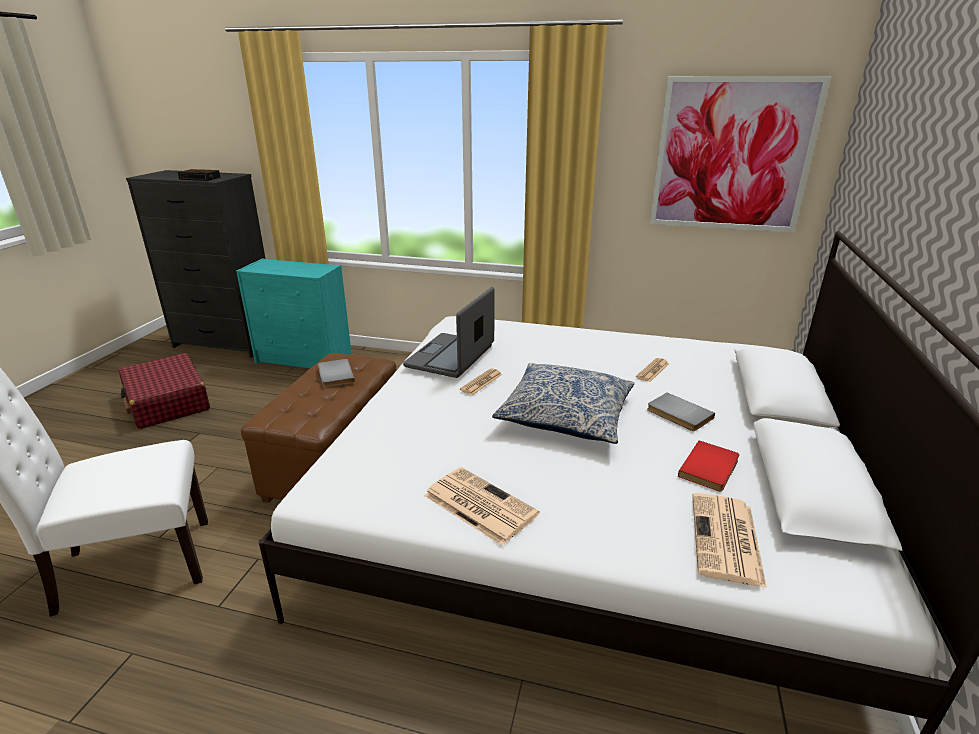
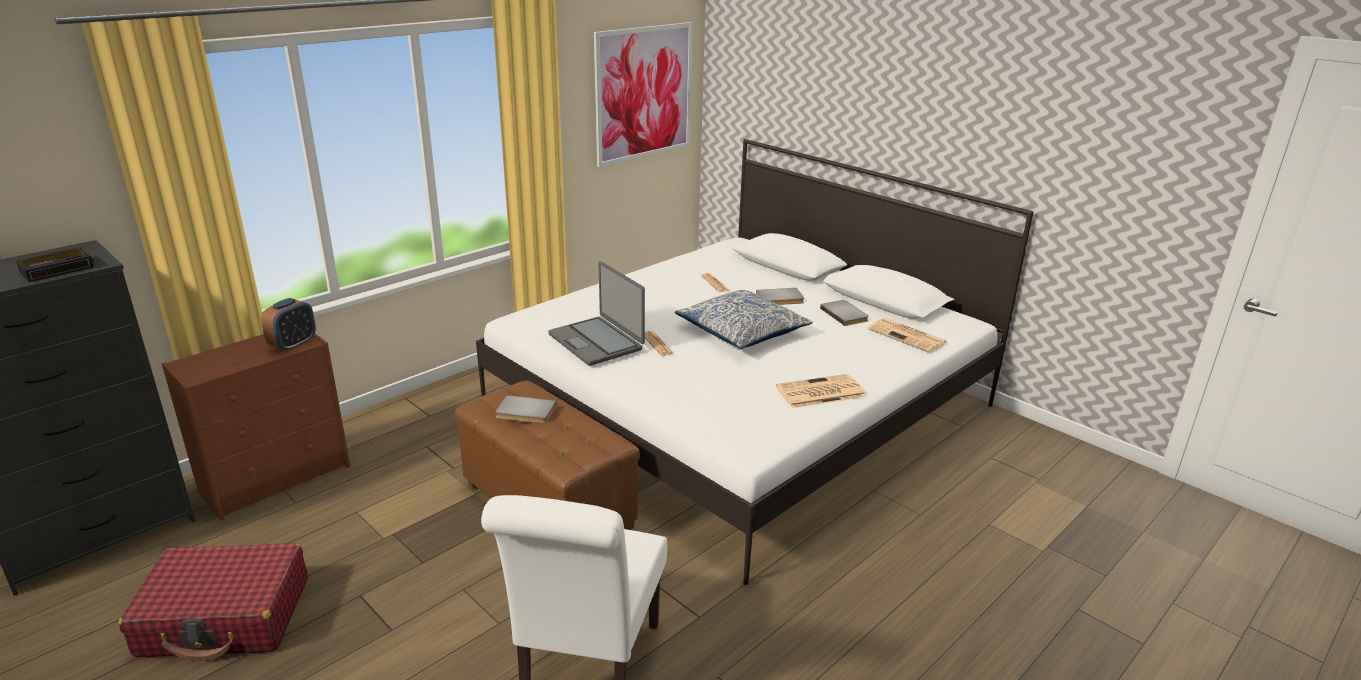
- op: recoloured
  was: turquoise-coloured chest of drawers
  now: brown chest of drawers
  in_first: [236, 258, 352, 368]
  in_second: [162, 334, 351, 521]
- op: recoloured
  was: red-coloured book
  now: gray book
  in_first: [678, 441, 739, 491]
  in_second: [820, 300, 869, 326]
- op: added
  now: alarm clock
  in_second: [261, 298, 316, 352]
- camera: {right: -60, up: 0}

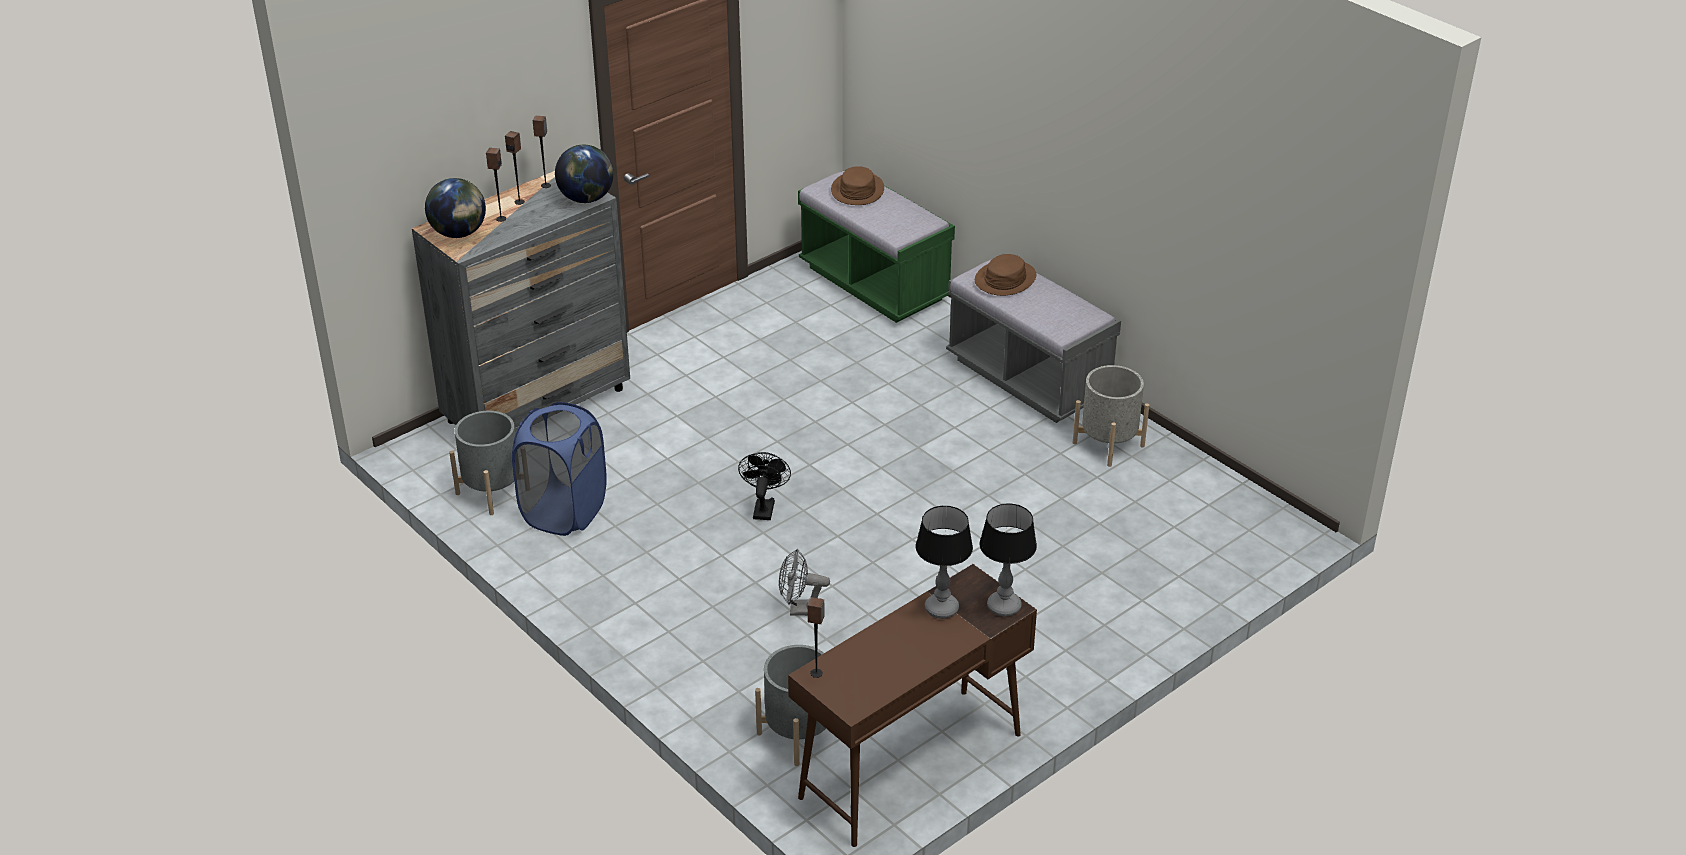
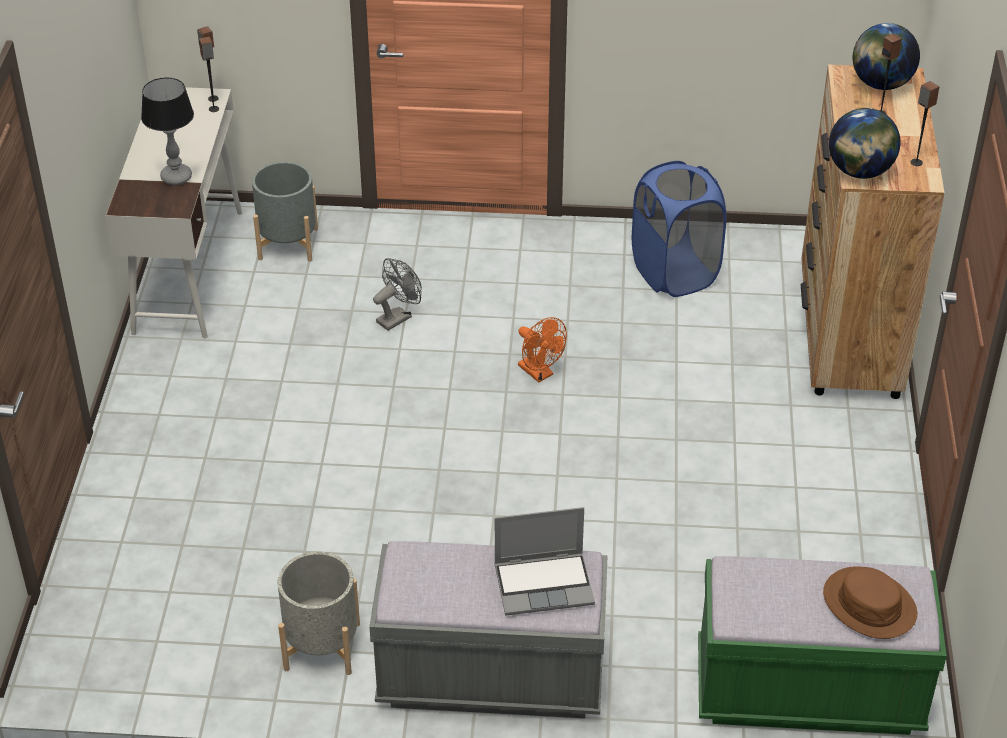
- op: recoloured
  was: gray chest of drawers
  now: brown chest of drawers
  in_first: [412, 171, 630, 434]
  in_second: [801, 64, 945, 399]
- op: removed
  was: gray flower pot
  in_first: [449, 411, 515, 515]
- op: moved
  was: loudspeaker
  in_first: [505, 131, 525, 205]
  in_second: [199, 37, 219, 112]
- op: recoloured
  was: black-coloured electric fan
  now: orange electric fan
  in_first: [738, 452, 791, 520]
  in_second: [518, 317, 567, 383]
- op: recoloured
  was: brown desk table
  now: white desk table
  in_first: [788, 564, 1037, 847]
  in_second: [106, 87, 242, 338]
- op: replaced
  was: brown clothing hat
  now: laptop
  in_first: [975, 254, 1036, 296]
  in_second: [495, 507, 595, 615]
- op: removed
  was: tabletop lamp
  in_first: [979, 503, 1037, 616]
- camera: {right: 135, up: 5}

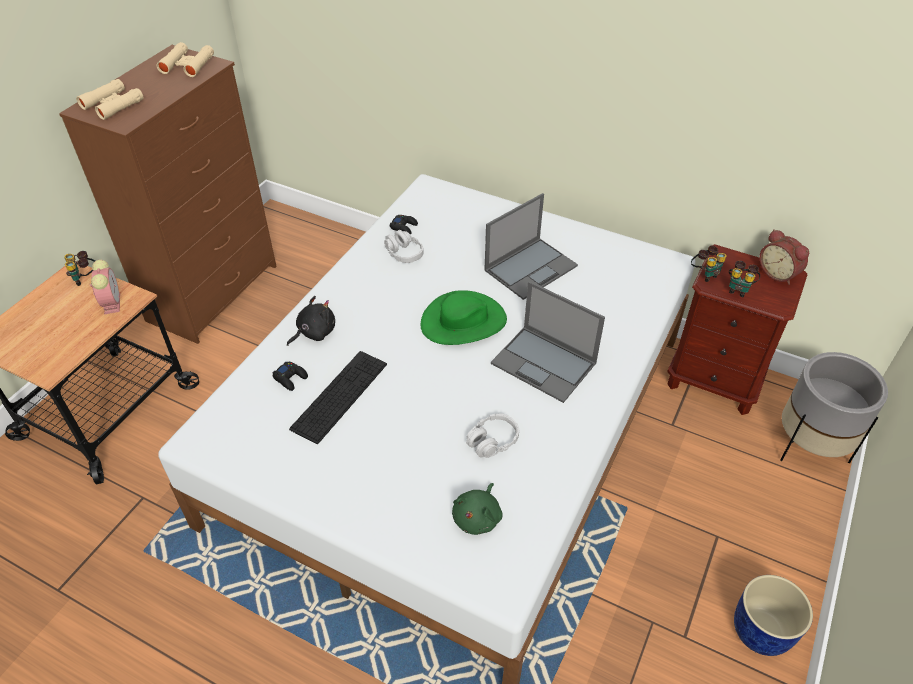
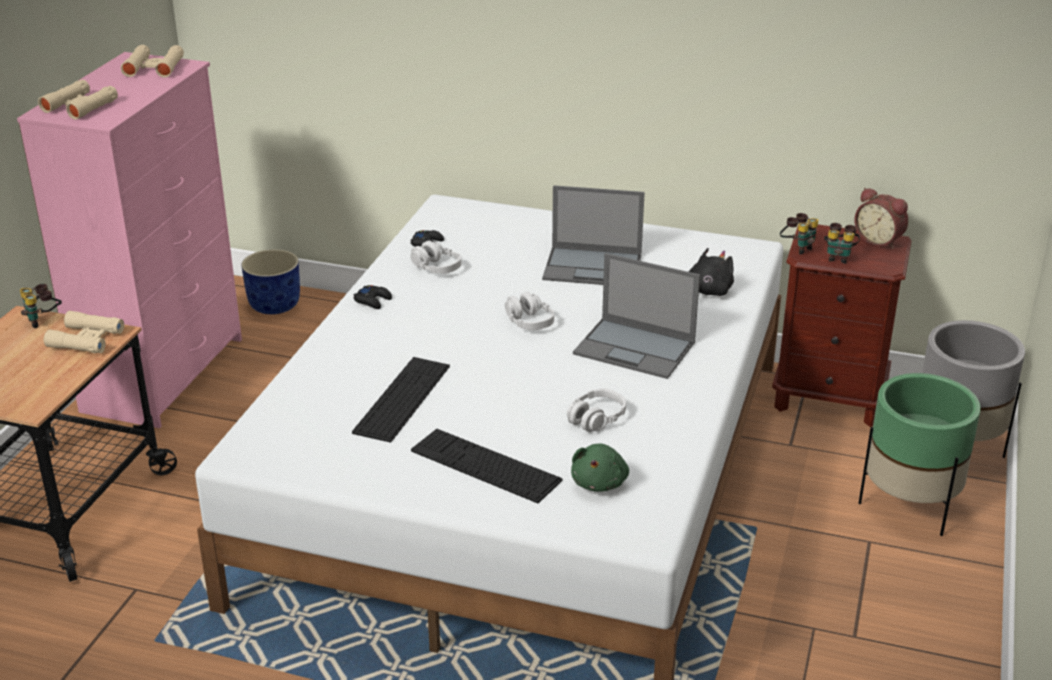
- op: recoloured
  was: brown chest of drawers
  now: pinkish chest of drawers
  in_first: [59, 45, 277, 344]
  in_second: [17, 52, 242, 428]
- op: replaced
  was: alarm clock
  now: beige pair of binoculars
  in_first: [90, 260, 120, 314]
  in_second: [44, 311, 124, 353]
- op: moved
  was: black-coloured game controller
  in_first: [272, 362, 308, 391]
  in_second: [353, 285, 392, 309]
- op: moved
  was: black-coloured cuddly toy
  in_first: [287, 296, 335, 346]
  in_second: [689, 248, 734, 296]
- op: replaced
  was: green clothing hat
  now: gray pair of headphones
  in_first: [421, 290, 507, 345]
  in_second: [505, 292, 554, 330]
- op: turned
  was: laptop
  in_first: [484, 193, 578, 300]
  in_second: [542, 185, 645, 285]
  clockwise: 60
- op: moved
  was: bluish flower pot
  in_first: [734, 575, 813, 656]
  in_second: [241, 249, 300, 314]
- op: added
  now: keyboard
  in_second: [411, 429, 563, 503]
- op: added
  now: green flower pot
  in_second: [859, 373, 981, 536]
- camera: {right: -10, up: -15}

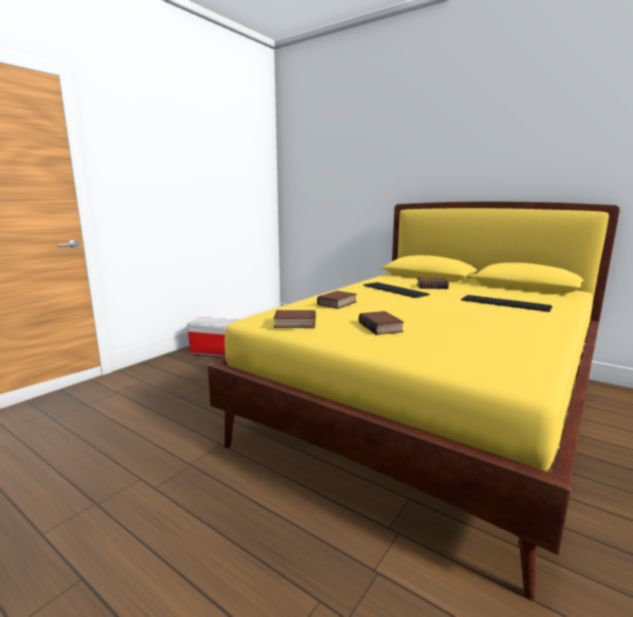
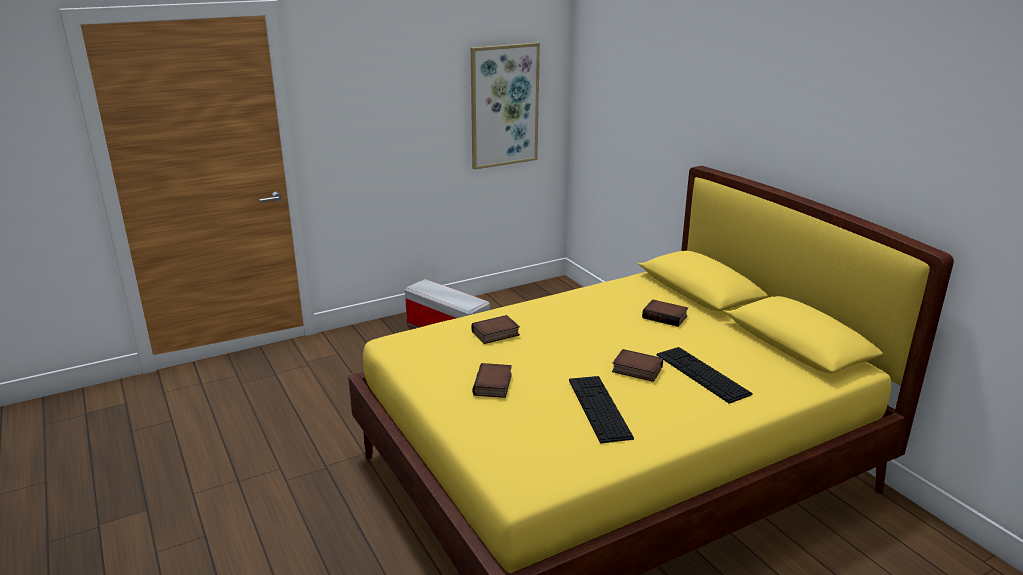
- op: moved
  was: book
  in_first: [273, 310, 316, 328]
  in_second: [612, 349, 663, 382]
- op: moved
  was: keyboard
  in_first: [363, 282, 430, 298]
  in_second: [569, 376, 634, 443]
- op: added
  now: wall art
  in_second: [471, 43, 540, 170]
- camera: {right: 25, up: 10}

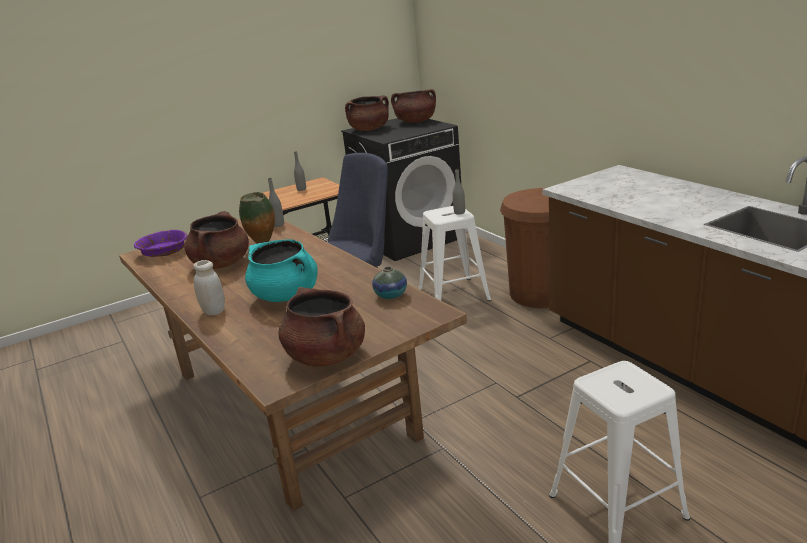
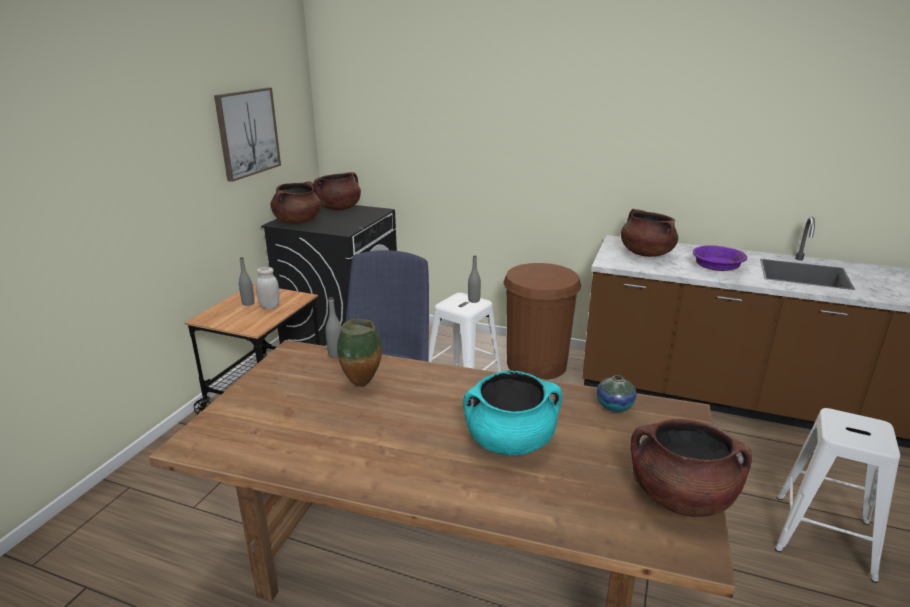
- op: moved
  was: purple-coloured bowl
  in_first: [134, 230, 188, 257]
  in_second: [693, 245, 747, 271]
- op: moved
  was: brown saucepot
  in_first: [184, 211, 249, 269]
  in_second: [621, 209, 678, 257]
- op: moved
  was: white storage jar
  in_first: [193, 260, 225, 316]
  in_second: [256, 267, 280, 309]
- op: added
  now: wall art
  in_second: [214, 88, 281, 182]
- camera: {right: -40, up: 0}

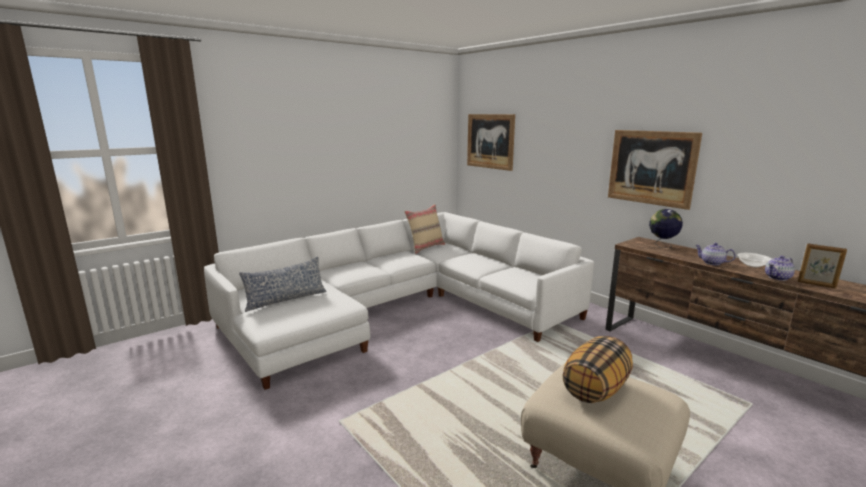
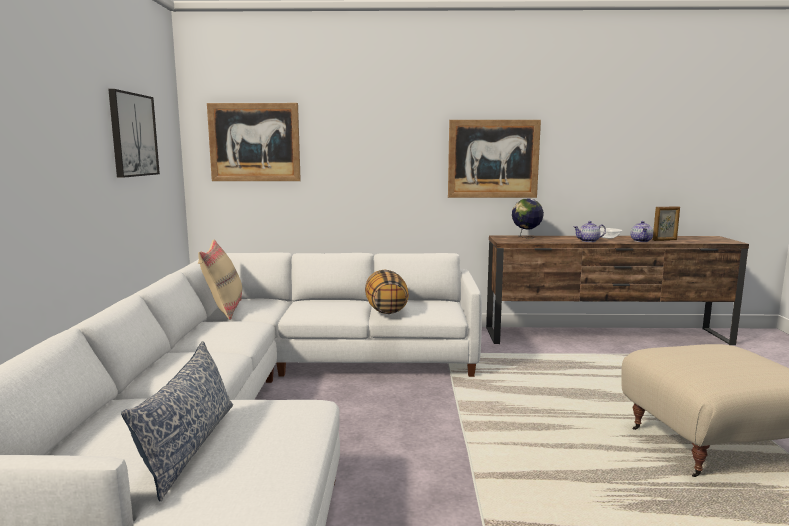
- op: moved
  was: throw pillow
  in_first: [563, 336, 633, 403]
  in_second: [365, 270, 409, 314]
- op: added
  now: wall art
  in_second: [108, 89, 160, 178]
- camera: {right: -50, up: -5}

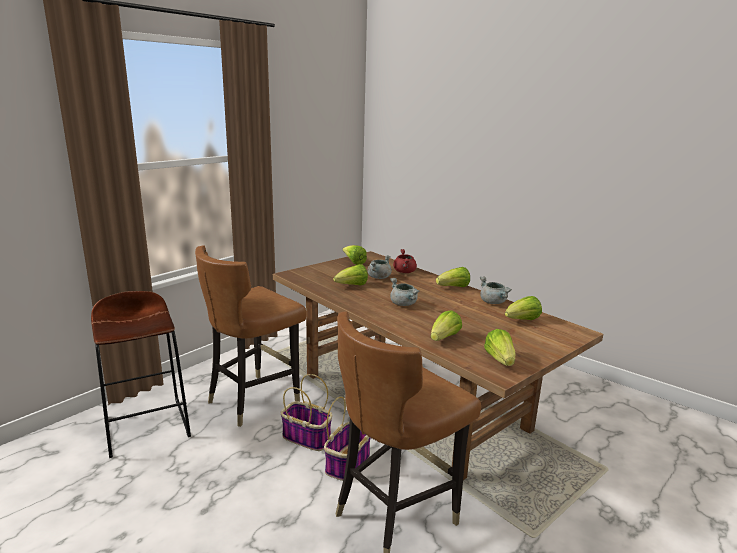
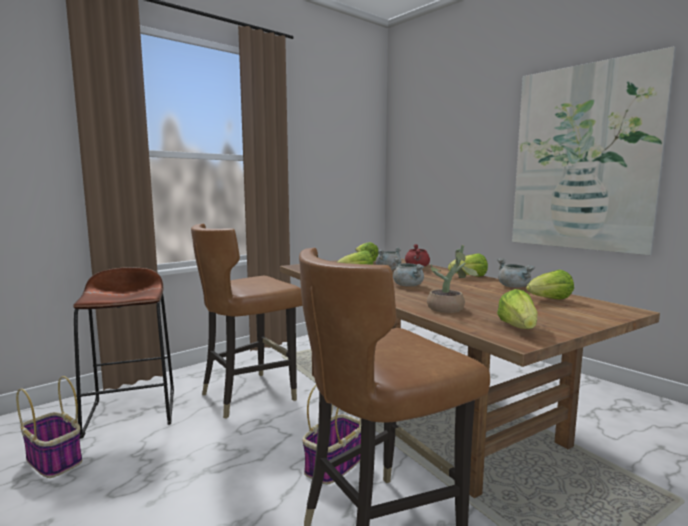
- op: moved
  was: storage basket
  in_first: [281, 374, 332, 451]
  in_second: [16, 376, 82, 478]
- op: replaced
  was: head of lettuce
  now: plant in a pot
  in_first: [431, 310, 462, 341]
  in_second: [427, 245, 478, 313]
- op: added
  now: wall art
  in_second: [512, 46, 676, 255]
- camera: {right: 10, up: -10}

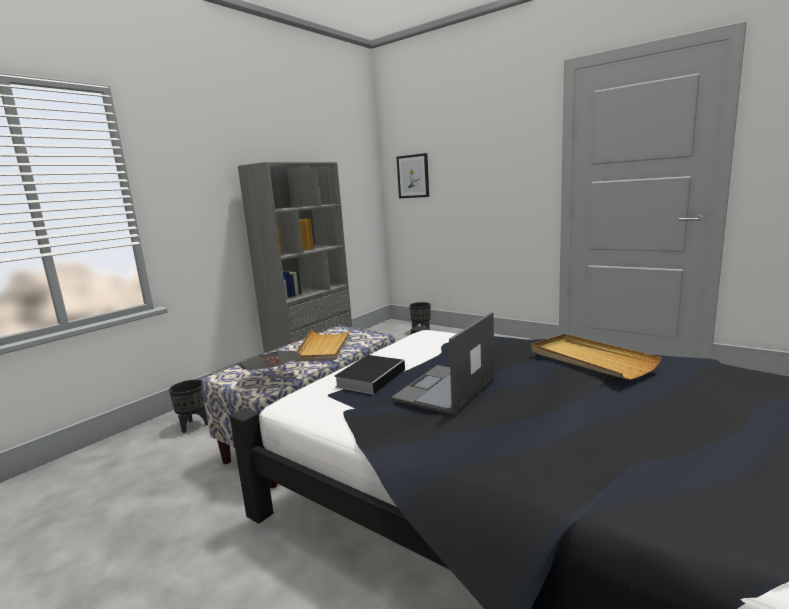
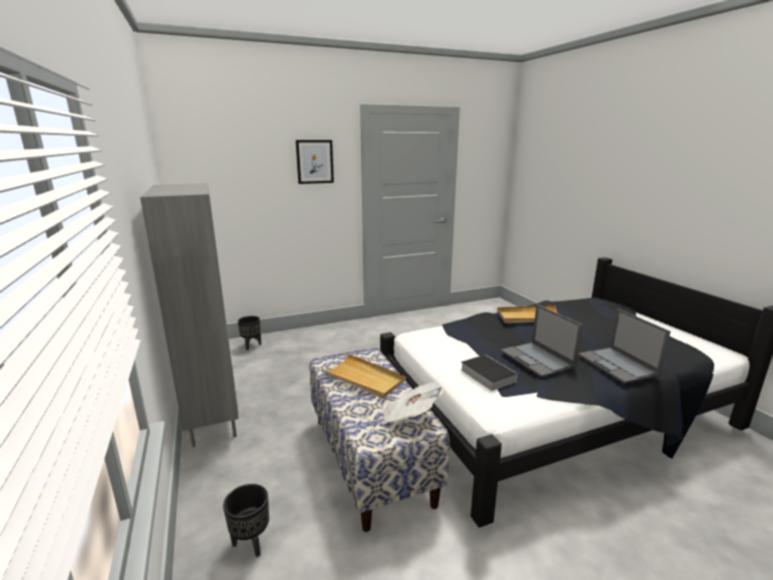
- op: moved
  was: wall art
  in_first: [397, 153, 429, 198]
  in_second: [296, 140, 334, 184]
- op: added
  now: laptop
  in_second: [578, 309, 671, 383]
- camera: {right: -60, up: 5}

